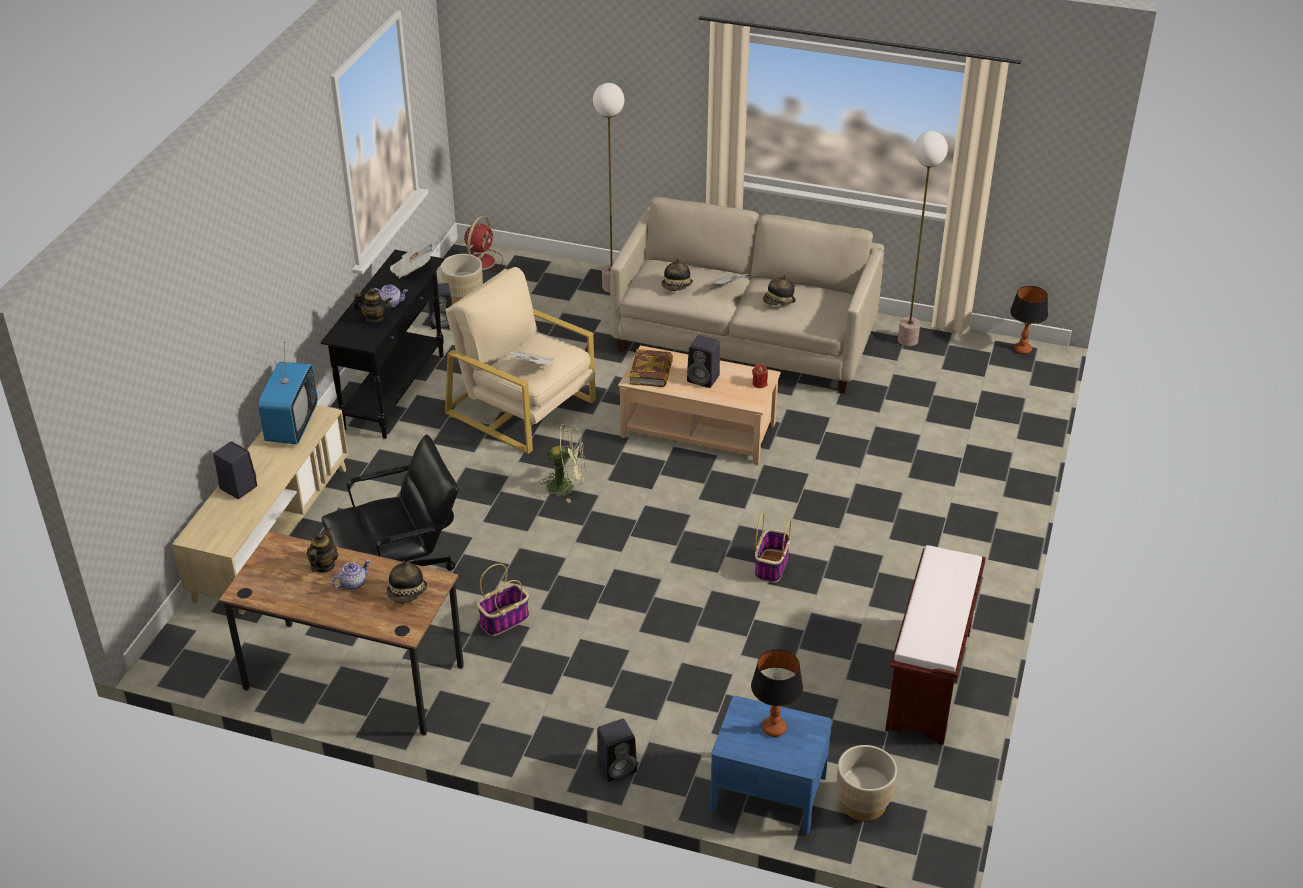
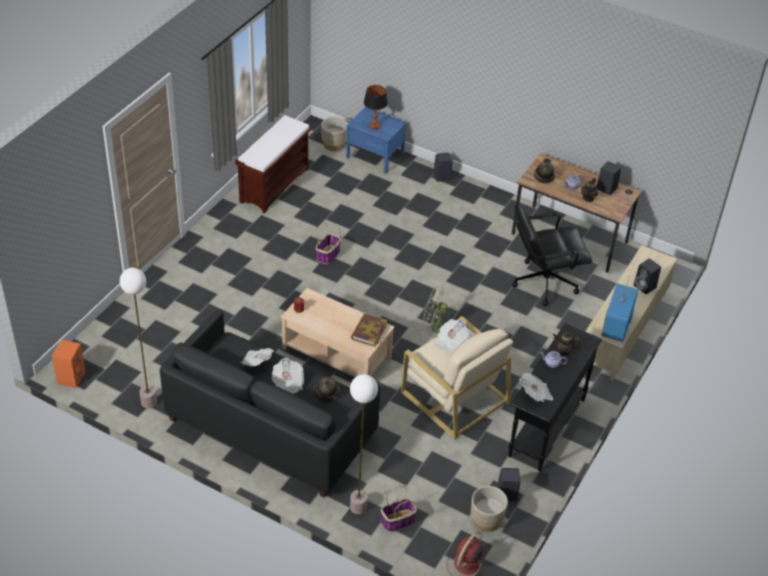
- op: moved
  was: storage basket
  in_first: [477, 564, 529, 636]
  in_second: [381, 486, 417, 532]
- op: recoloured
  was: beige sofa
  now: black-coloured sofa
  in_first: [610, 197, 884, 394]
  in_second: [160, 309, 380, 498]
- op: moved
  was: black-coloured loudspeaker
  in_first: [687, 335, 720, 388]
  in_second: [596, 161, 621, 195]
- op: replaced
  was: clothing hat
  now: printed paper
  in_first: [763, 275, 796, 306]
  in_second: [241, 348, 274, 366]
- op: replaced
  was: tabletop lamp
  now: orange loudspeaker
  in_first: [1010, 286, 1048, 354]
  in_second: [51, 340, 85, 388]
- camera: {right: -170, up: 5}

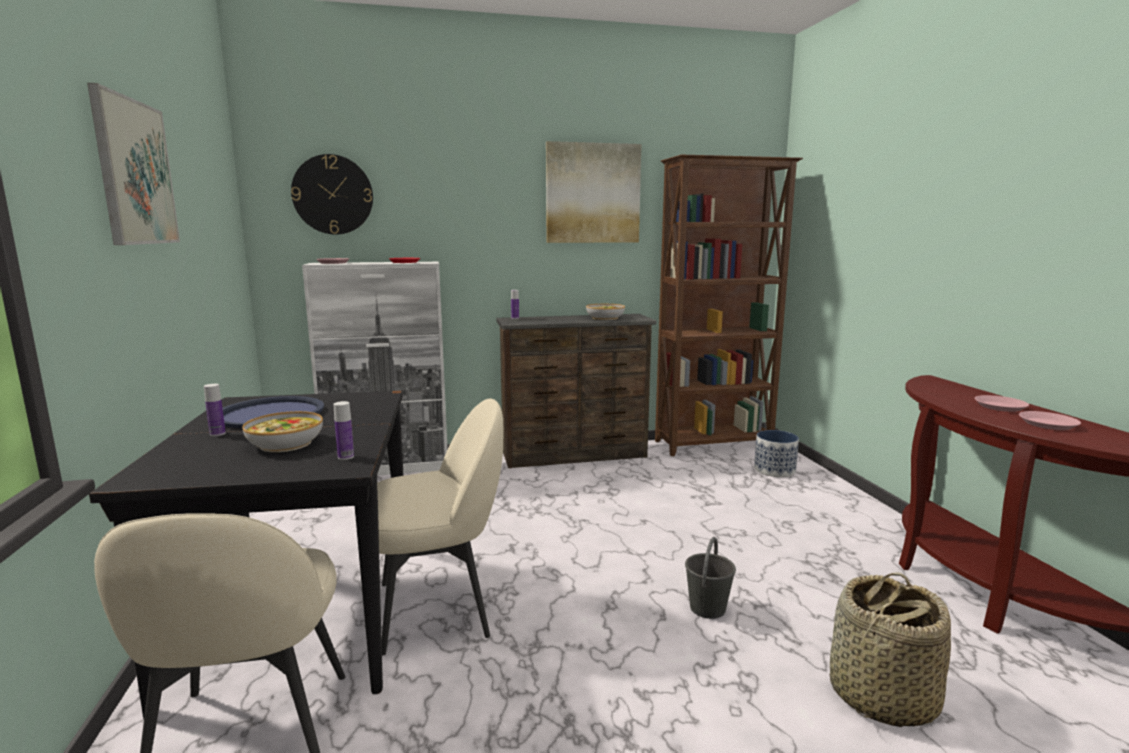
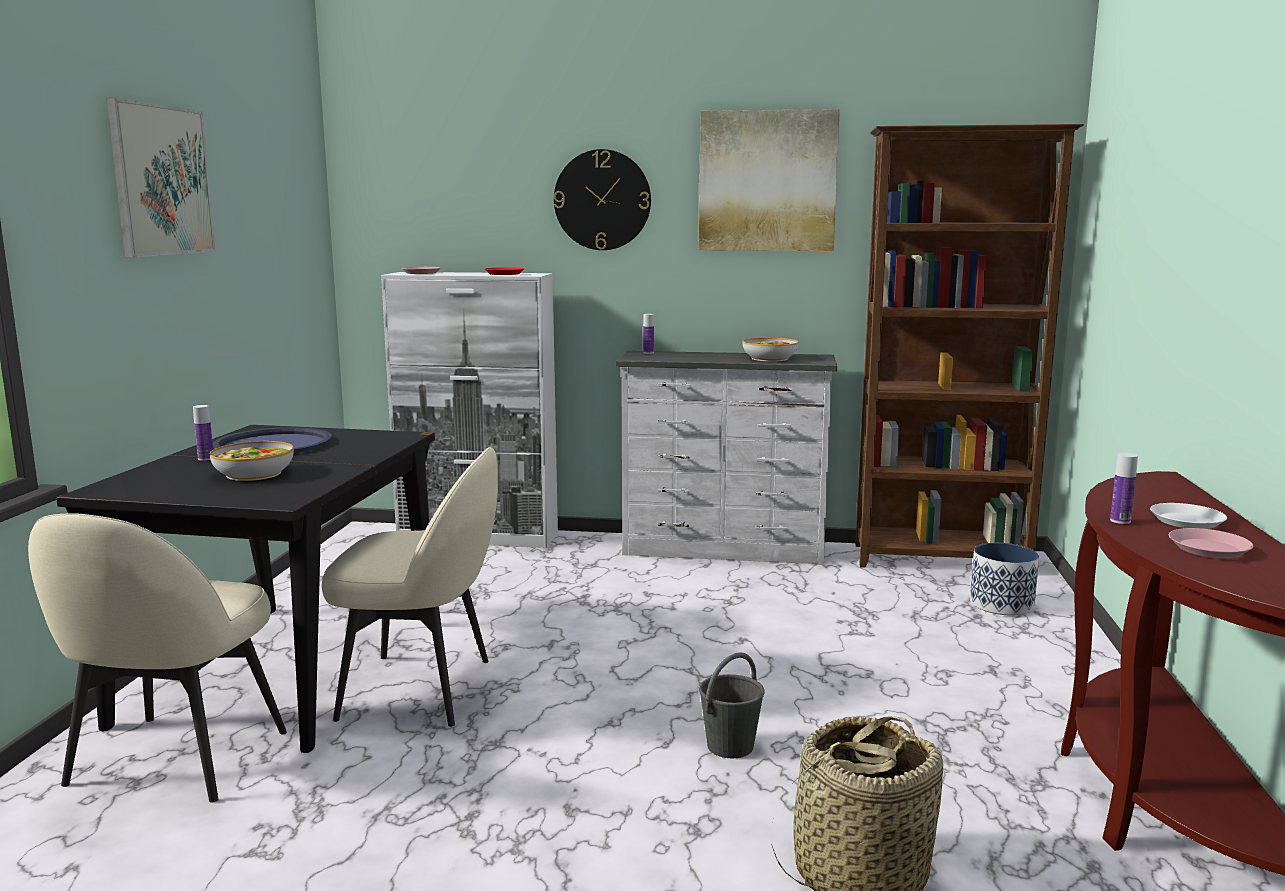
- op: moved
  was: clock on the wall
  in_first: [291, 154, 373, 235]
  in_second: [554, 149, 651, 250]
- op: moved
  was: beverage bottle
  in_first: [333, 401, 354, 460]
  in_second: [1110, 453, 1138, 524]
- op: recoloured
  was: brown chest of drawers
  now: white chest of drawers
  in_first: [496, 314, 656, 468]
  in_second: [616, 351, 837, 565]
- op: recoloured
  was: pinkish dinner plate
  now: white dinner plate
  in_first: [975, 395, 1029, 412]
  in_second: [1150, 503, 1227, 529]
- camera: {right: 20, up: 0}

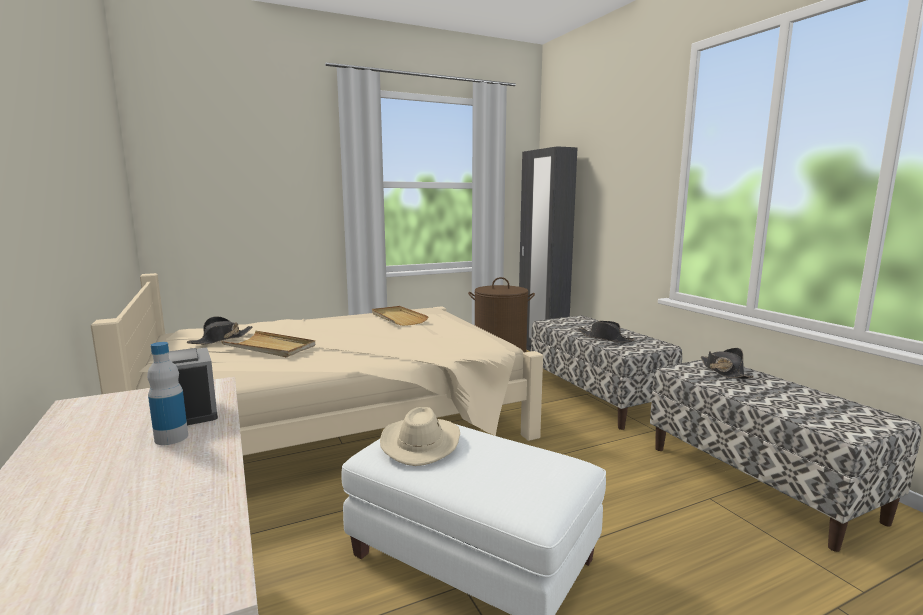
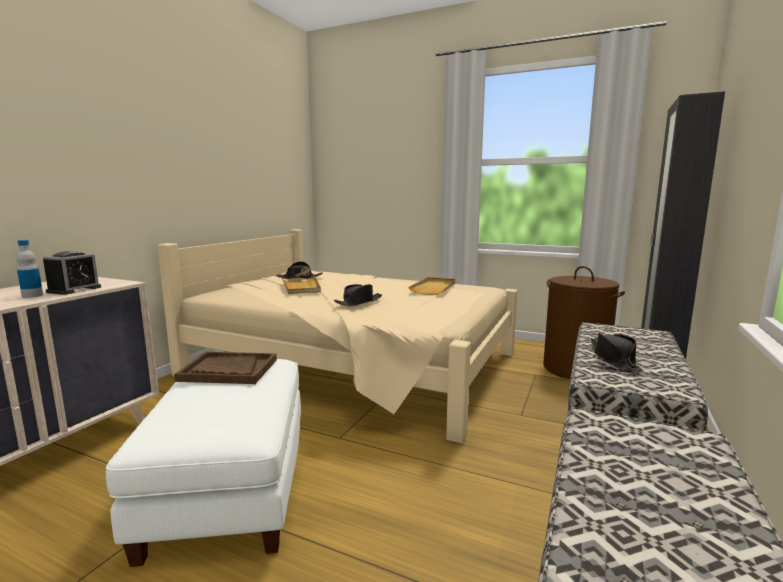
- op: replaced
  was: beige clothing hat
  now: brown tray
  in_first: [380, 407, 460, 466]
  in_second: [174, 352, 277, 384]
- op: moved
  was: black-coloured clothing hat
  in_first: [701, 348, 754, 379]
  in_second: [334, 284, 382, 307]
- camera: {right: 50, up: 0}

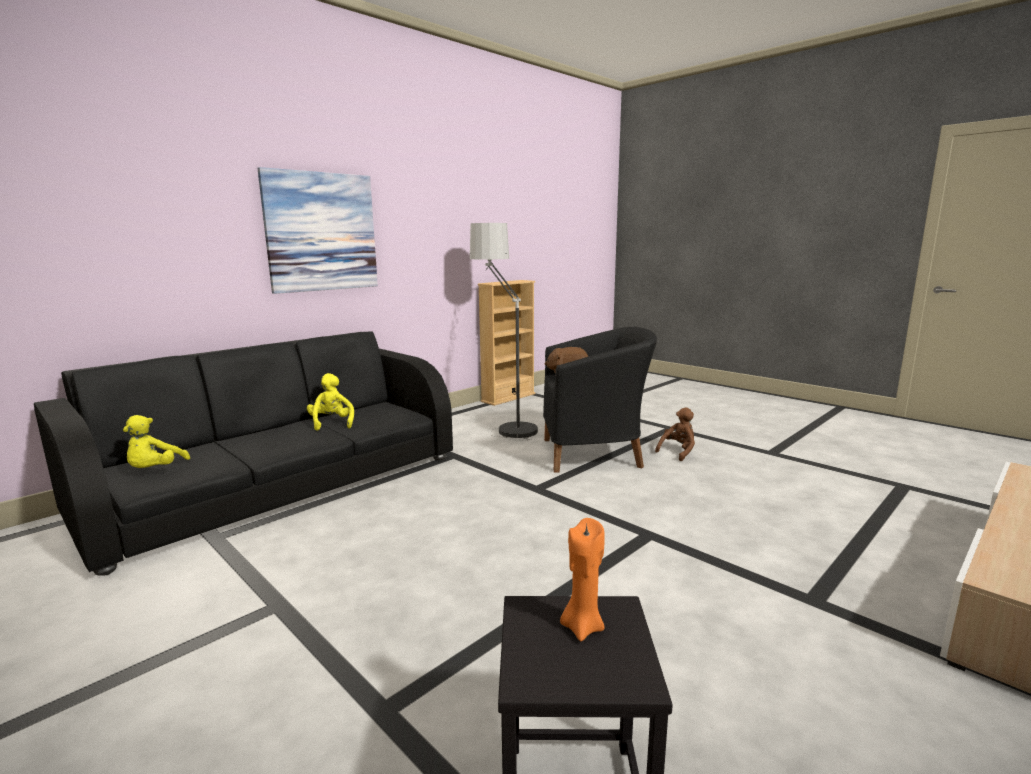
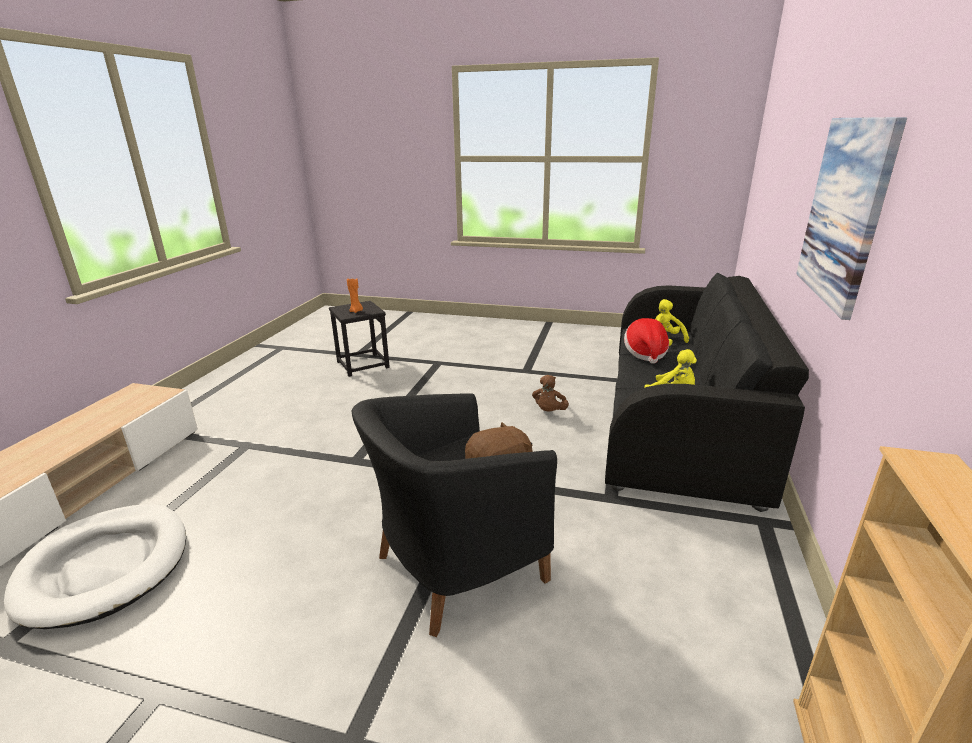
- op: removed
  was: standard lamp
  in_first: [470, 223, 538, 441]
- op: moved
  was: brown cuddly toy
  in_first: [655, 407, 695, 461]
  in_second: [532, 375, 569, 411]
- op: added
  now: white dog cushion
  in_second: [4, 504, 186, 629]
- op: added
  now: clothing hat
  in_second: [624, 318, 669, 364]
- camera: {right: 150, up: 10}

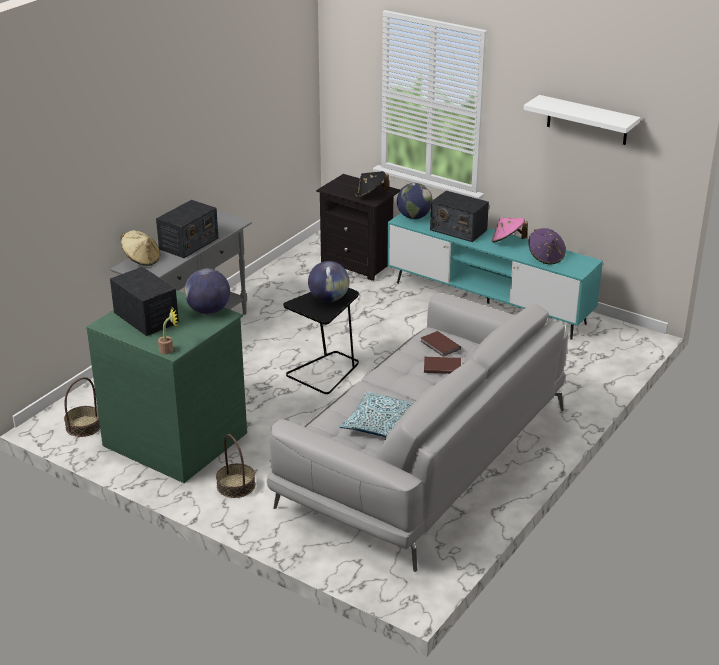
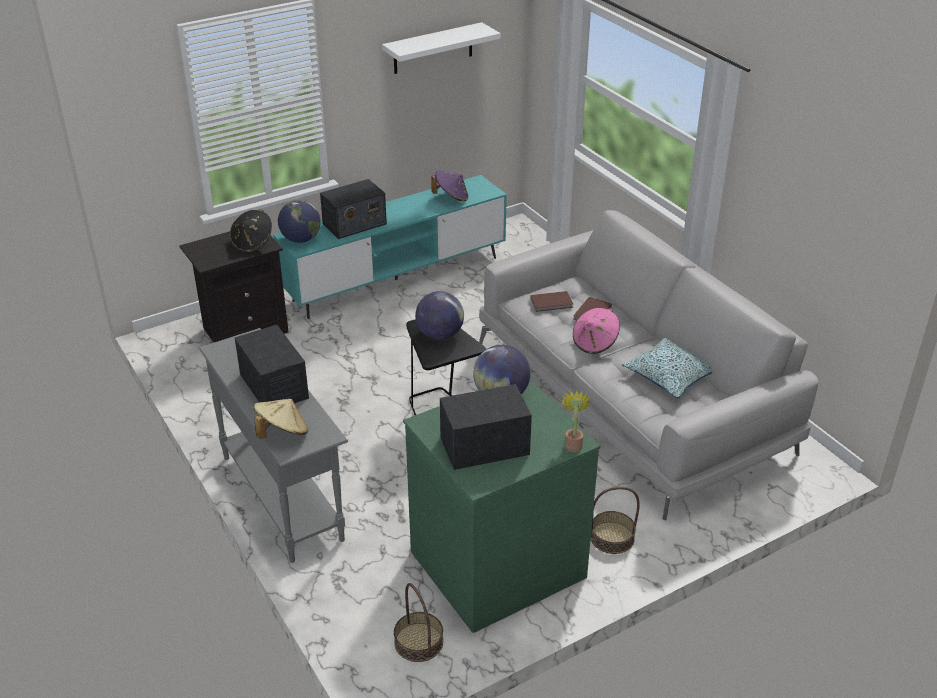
- op: moved
  was: pinkish clothing hat
  in_first: [492, 218, 528, 243]
  in_second: [573, 308, 620, 354]
- camera: {right: -65, up: 5}

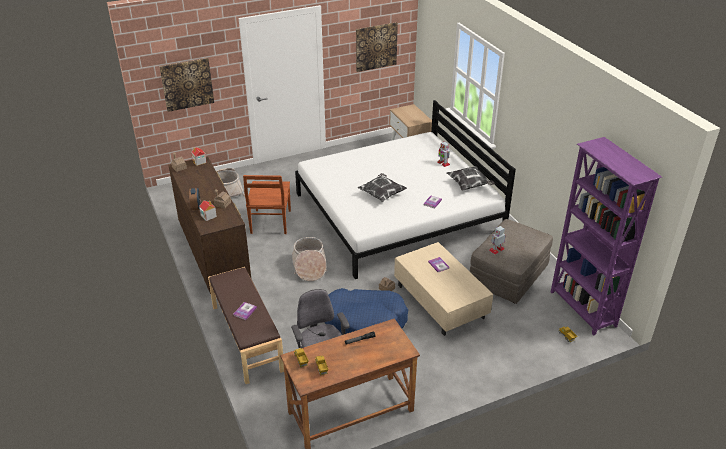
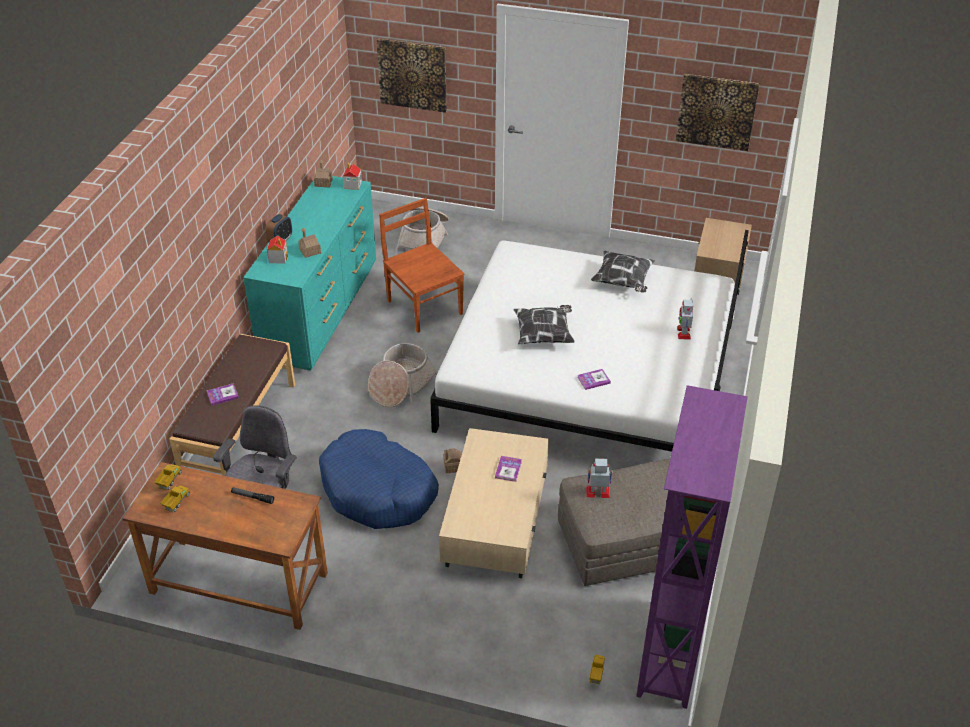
- op: recoloured
  was: brown chest of drawers
  now: turquoise-coloured chest of drawers
  in_first: [168, 156, 251, 294]
  in_second: [243, 176, 376, 370]
- op: turned
  was: brown chair
  in_first: [243, 175, 291, 234]
  in_second: [379, 198, 465, 332]
  clockwise: 105
- op: moved
  was: throw pillow
  in_first: [447, 166, 495, 191]
  in_second: [591, 251, 655, 293]
- camera: {right: 40, up: 5}

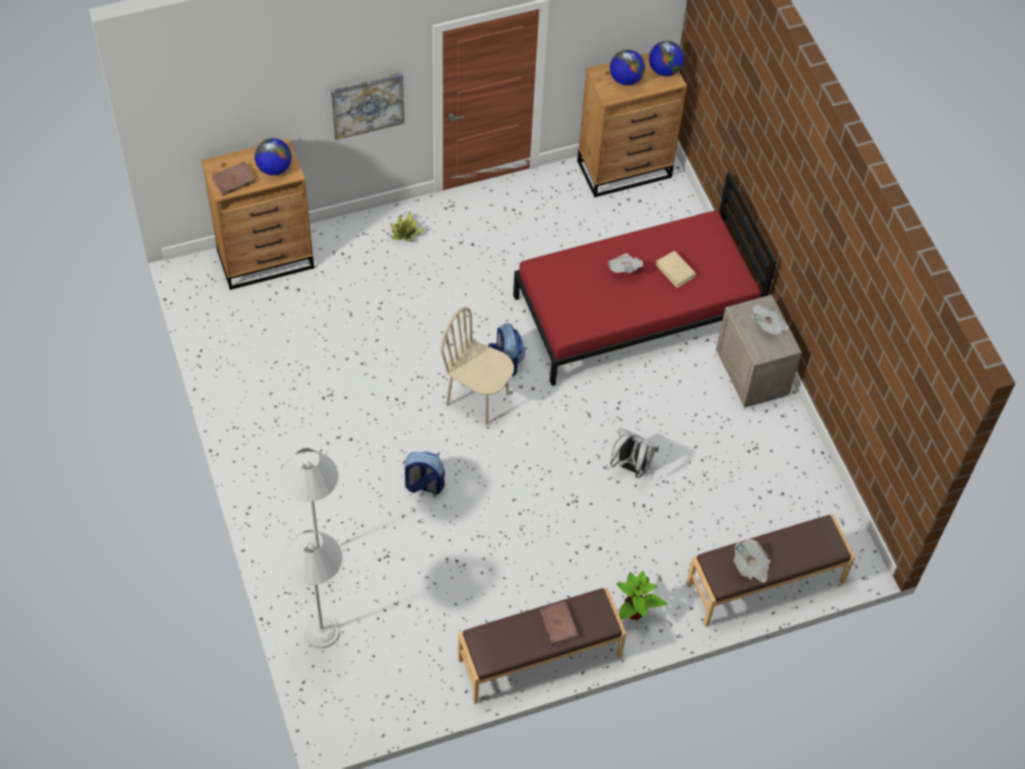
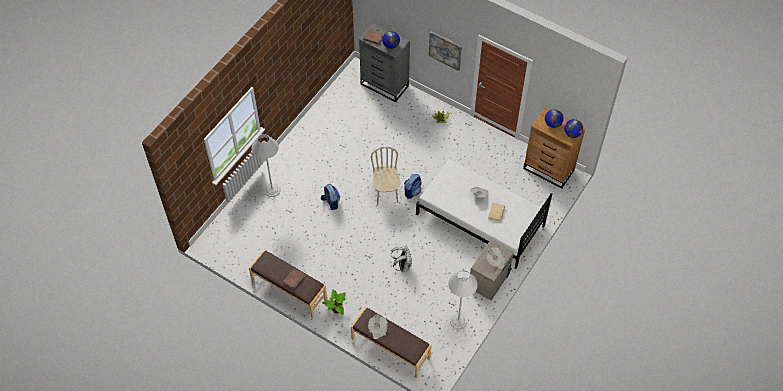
- op: recoloured
  was: brown chest of drawers
  now: gray chest of drawers
  in_first: [202, 139, 314, 290]
  in_second: [359, 23, 410, 102]
- op: moved
  was: white standard lamp
  in_first: [282, 530, 342, 648]
  in_second: [448, 270, 478, 329]
- op: recoloured
  was: red-coloured bedroom bed
  now: white bedroom bed
  in_first: [513, 172, 777, 386]
  in_second: [416, 159, 552, 269]
- camera: {right: 55, up: 0}

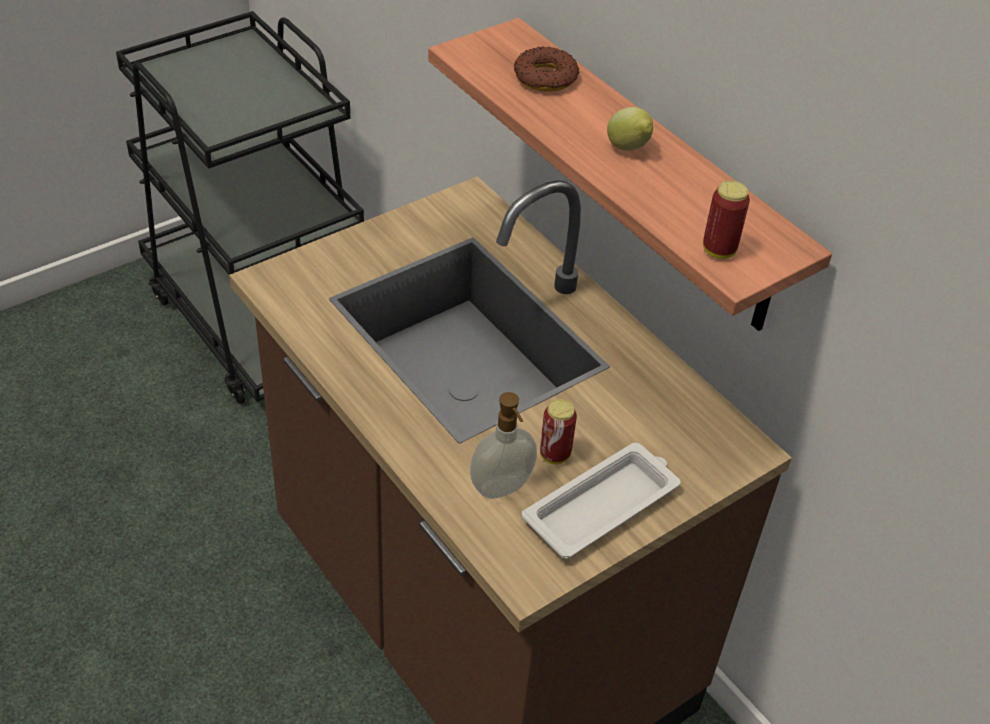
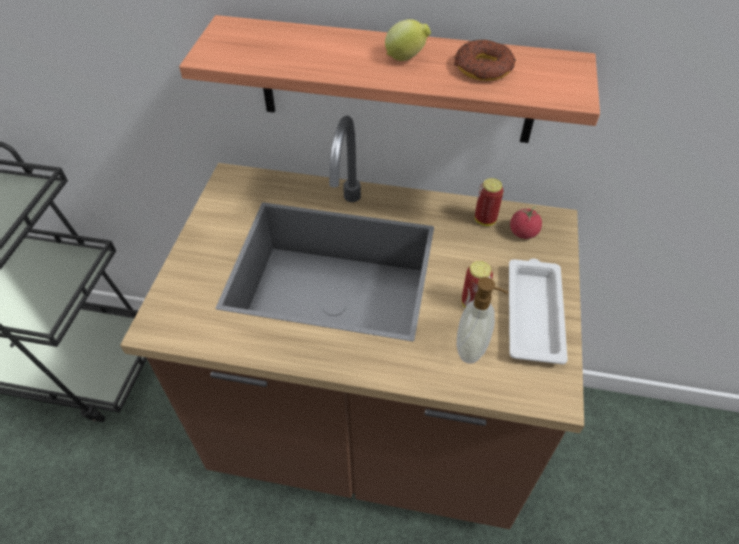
- op: moved
  was: donut
  in_first: [514, 47, 579, 92]
  in_second: [454, 39, 515, 81]
- op: moved
  was: metal can
  in_first: [703, 180, 750, 259]
  in_second: [475, 178, 504, 226]
- op: added
  now: fresh tomato
  in_second: [510, 206, 542, 239]
- camera: {right: -40, up: 5}

